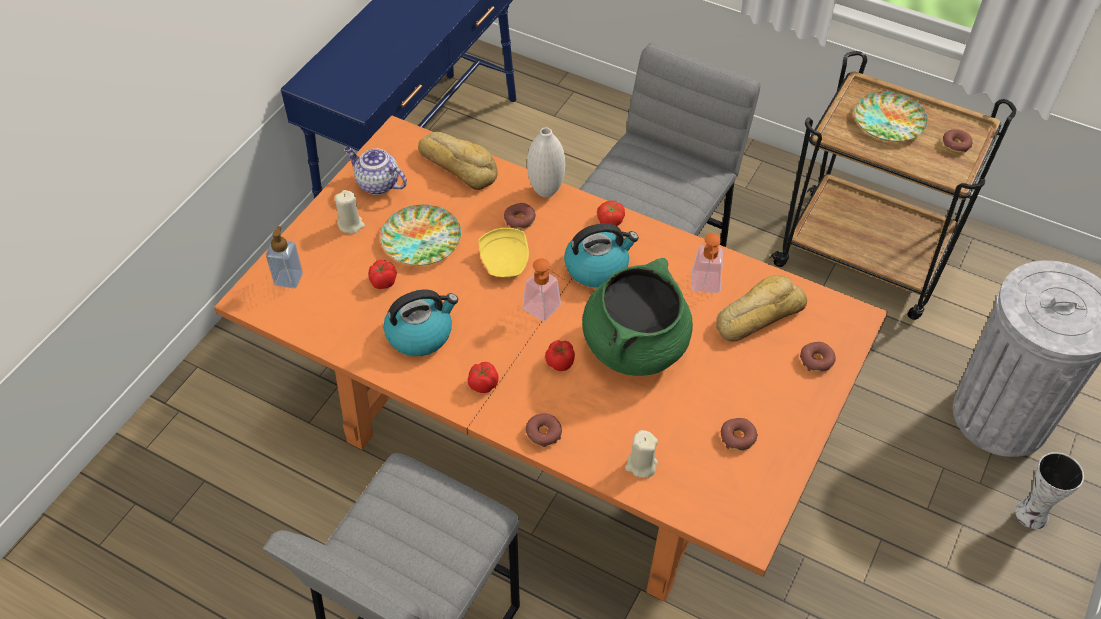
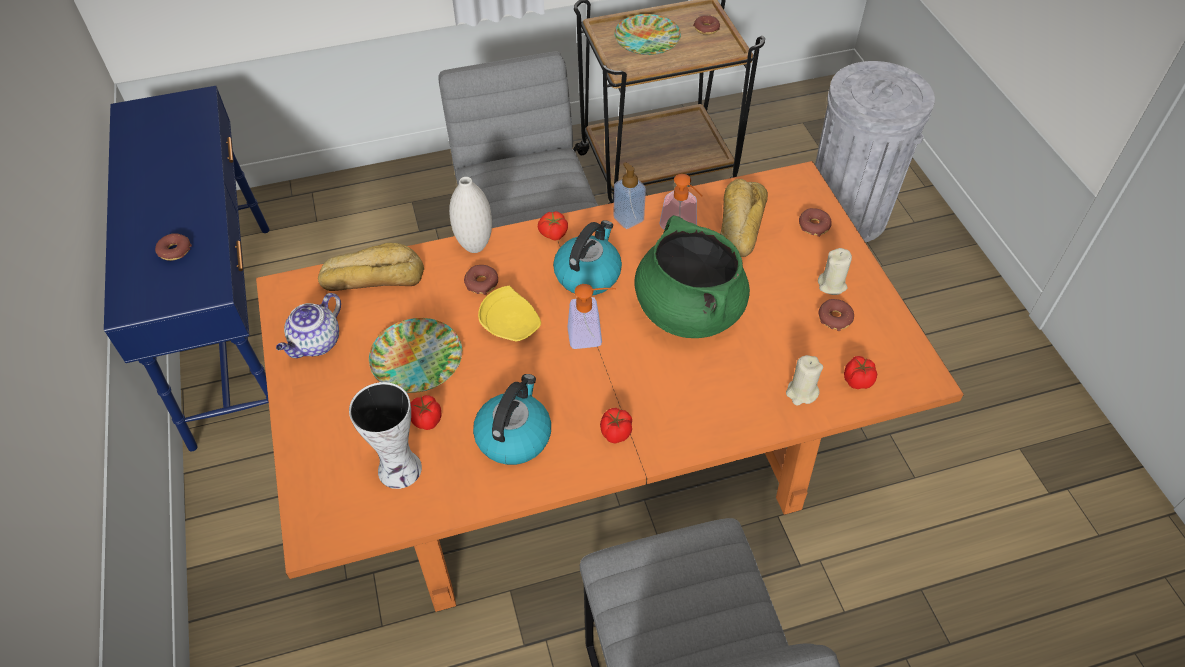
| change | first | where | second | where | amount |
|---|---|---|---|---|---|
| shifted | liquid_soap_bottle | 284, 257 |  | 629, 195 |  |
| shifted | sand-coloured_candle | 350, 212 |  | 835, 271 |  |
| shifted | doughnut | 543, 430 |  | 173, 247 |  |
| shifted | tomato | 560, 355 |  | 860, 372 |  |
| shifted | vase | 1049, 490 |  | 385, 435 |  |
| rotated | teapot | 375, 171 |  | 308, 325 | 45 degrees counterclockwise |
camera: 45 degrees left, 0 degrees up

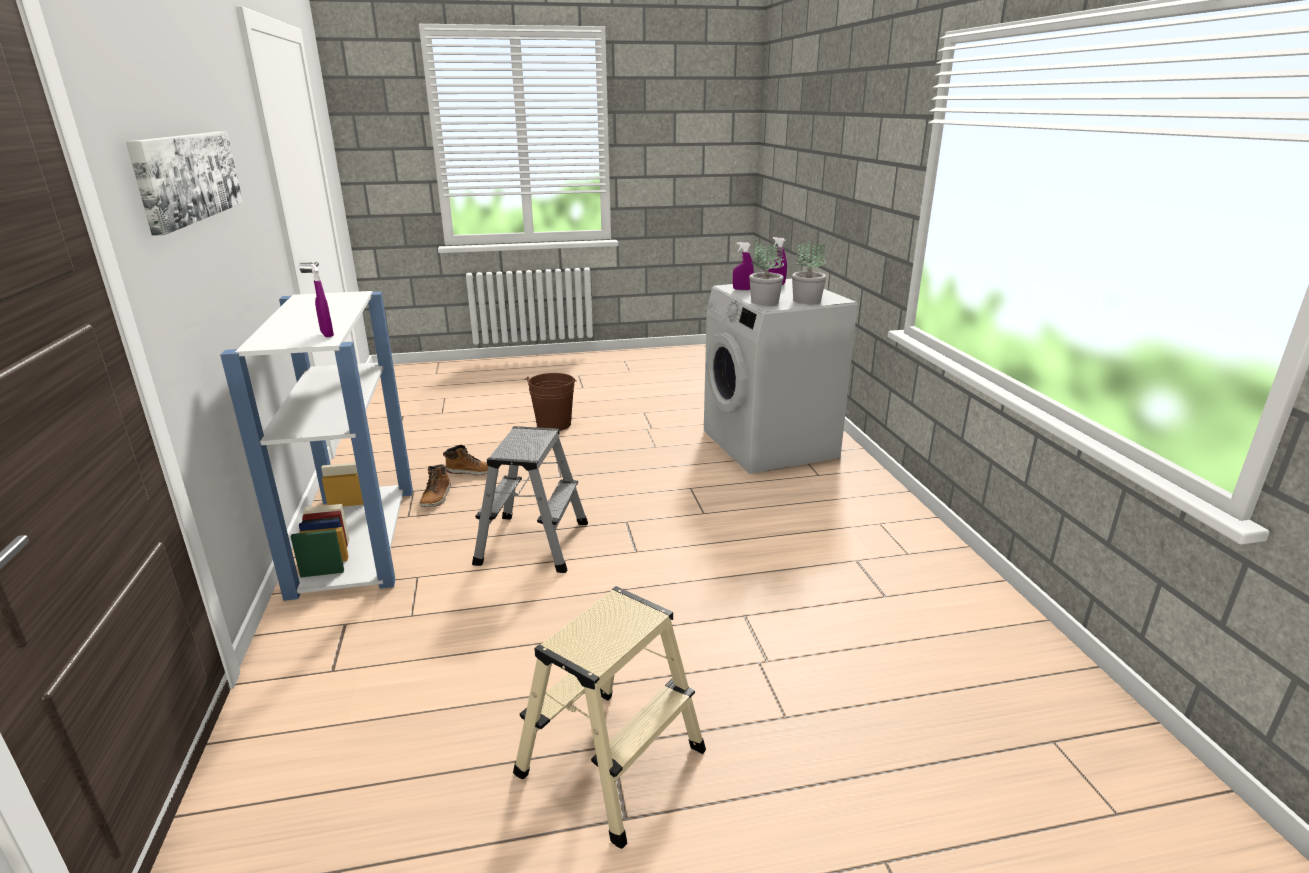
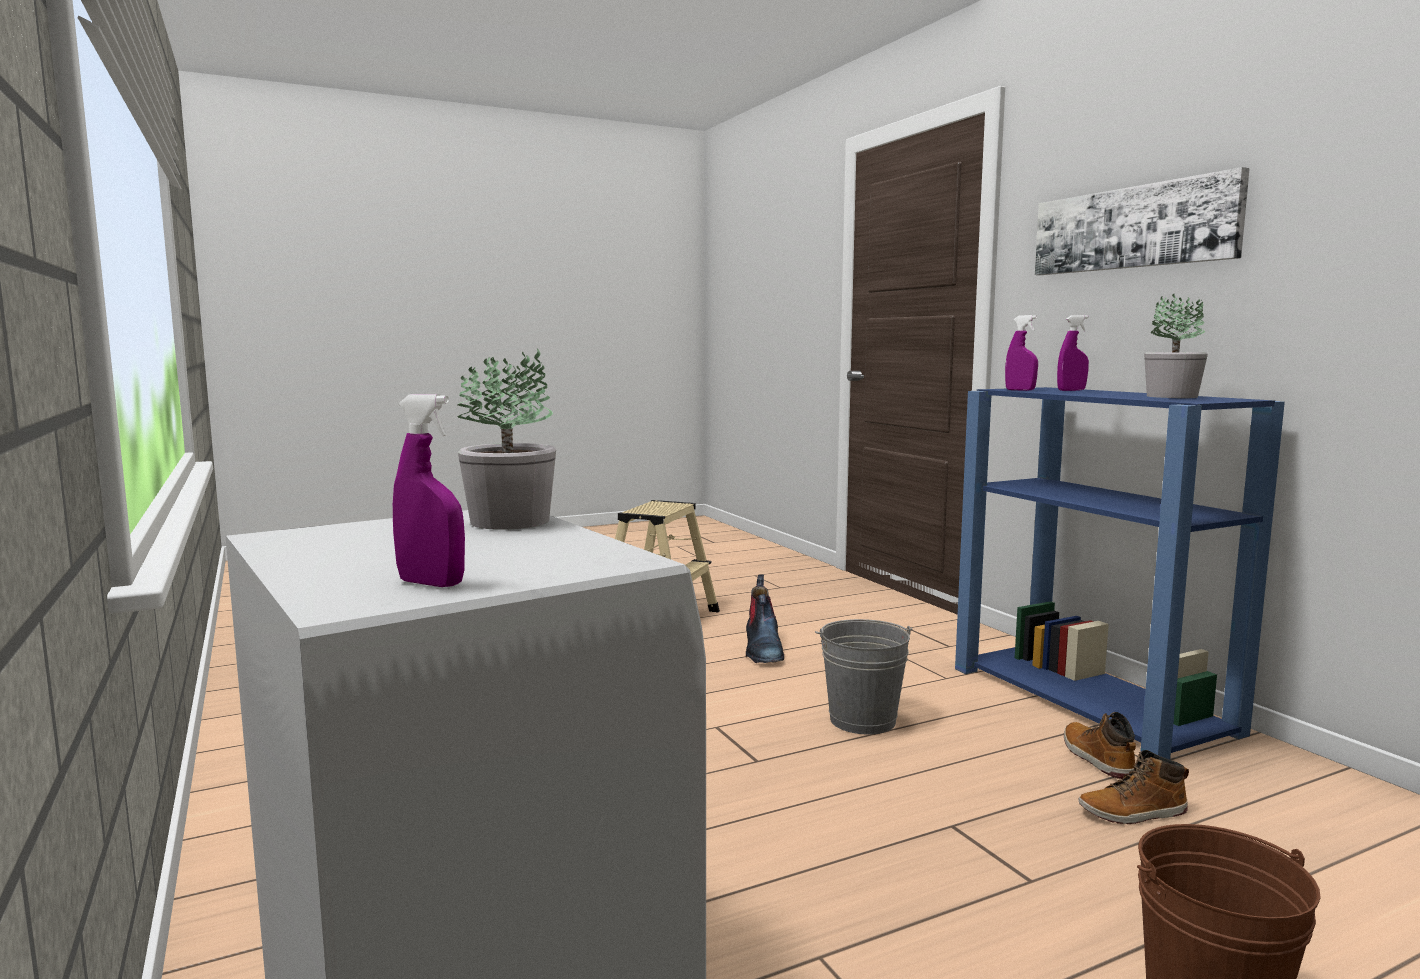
| change | first | where | second | where | amount |
|---|---|---|---|---|---|
| new |  |  | high-top_boot | 765, 618 |  |
| shifted | purple-coloured_sprayer | 743, 266 |  | 1073, 353 |  |
| shifted | plant_in_a_pot | 809, 272 |  | 1176, 346 |  |
| swapped | gray_step_stool | 530, 499 | gray_bucket | 863, 676 |  |
| repainted | whitish_bookshelf | 316, 446 | bluish_bookshelf | 1120, 573 |  |
camera: 165 degrees right, 15 degrees down

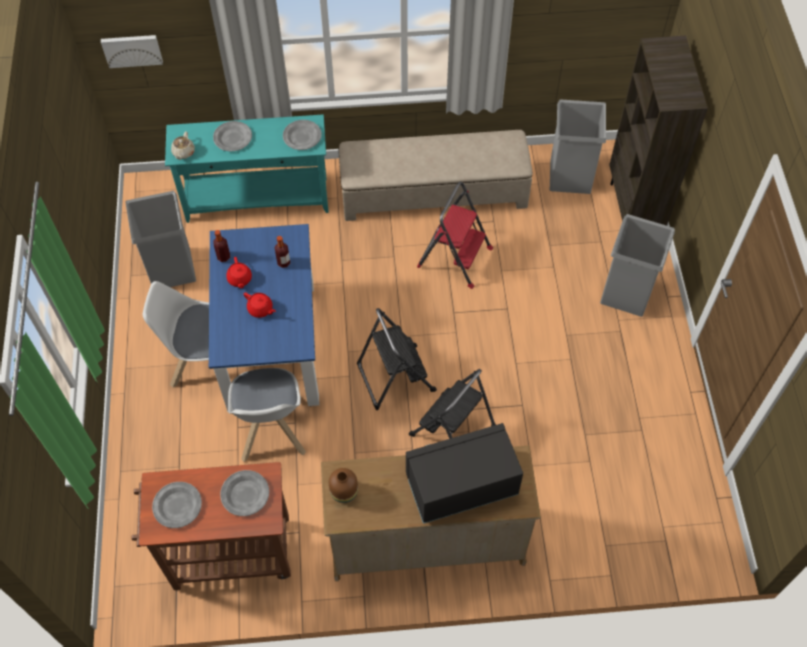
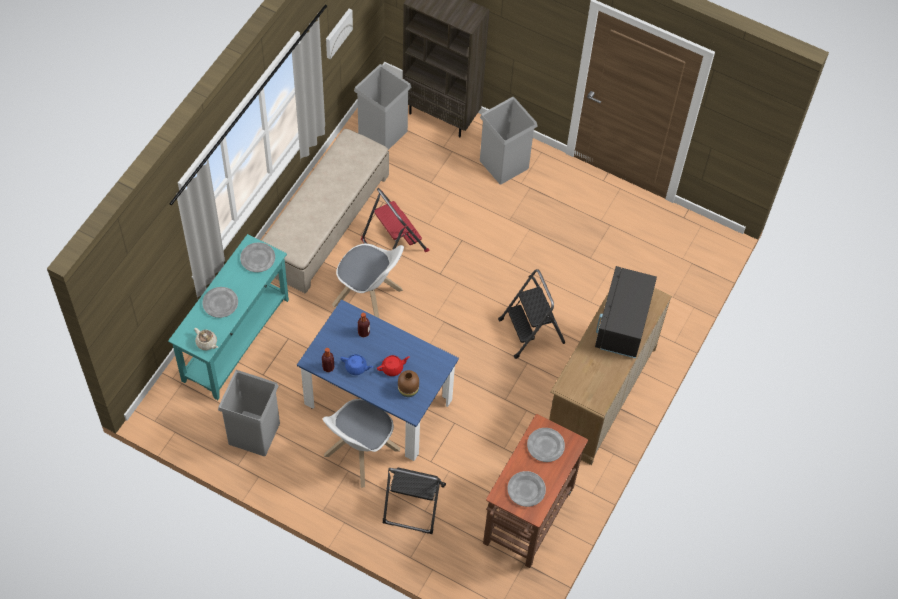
| change | first | where | second | where | amount |
|---|---|---|---|---|---|
| shifted | picture | 132, 51 |  | 339, 34 |  |
| shifted | chair | 267, 415 |  | 368, 281 |  |
| shifted | brown-coloured_vase | 343, 485 |  | 408, 383 |  |
| shifted | black_step_stool | 397, 359 |  | 414, 501 |  |
| repainted | red_teapot | 239, 272 | bluish_teapot | 357, 364 |  |
camera: 60 degrees left, 0 degrees up

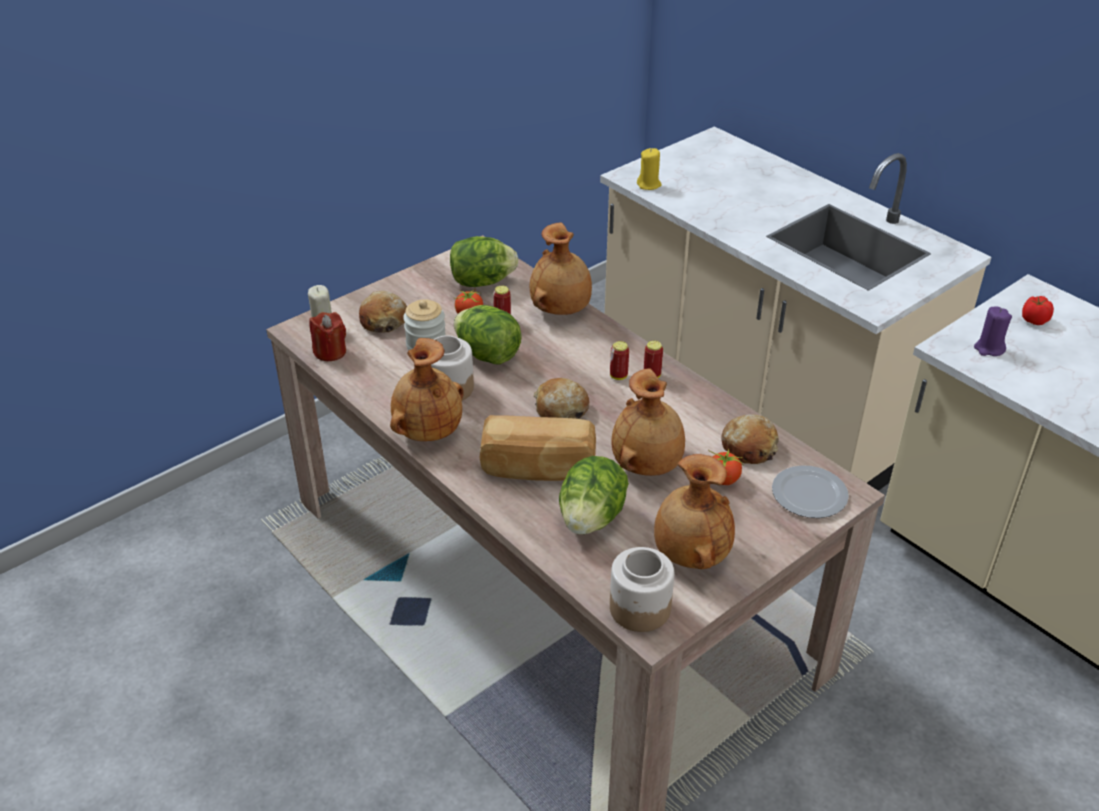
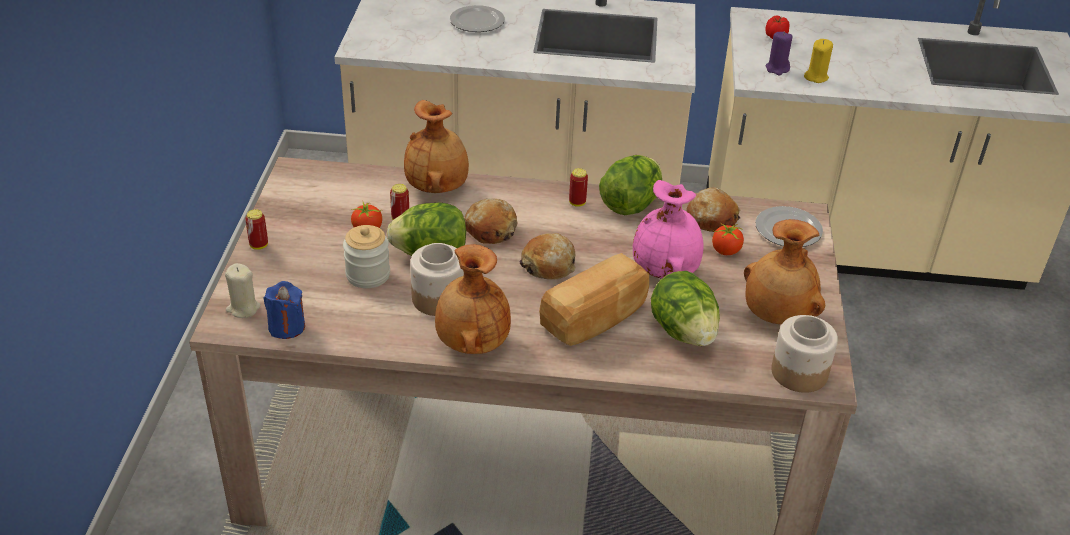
| change | first | where | second | where | amount |
|---|---|---|---|---|---|
| new |  |  | dinner_plate | 477, 18 |  |
| shifted | baked_bread | 383, 312 |  | 491, 221 |  |
| shifted | head_of_lettuce | 484, 261 |  | 630, 185 |  |
| shifted | can | 619, 360 |  | 256, 229 |  |
| shifted | yellow-coloured_candle | 649, 169 |  | 818, 61 |  |
| repainted | red_candle | 327, 336 | bluish_candle | 284, 310 |  |
| repainted | brown-coloured_vase | 648, 422 | pink_vase | 668, 229 |  |
camera: 45 degrees left, 0 degrees up

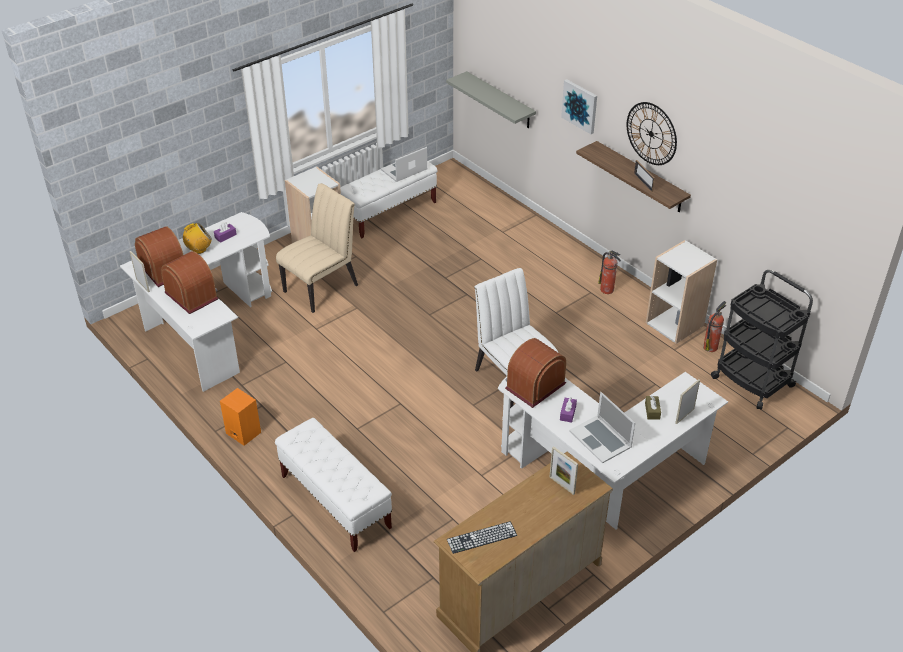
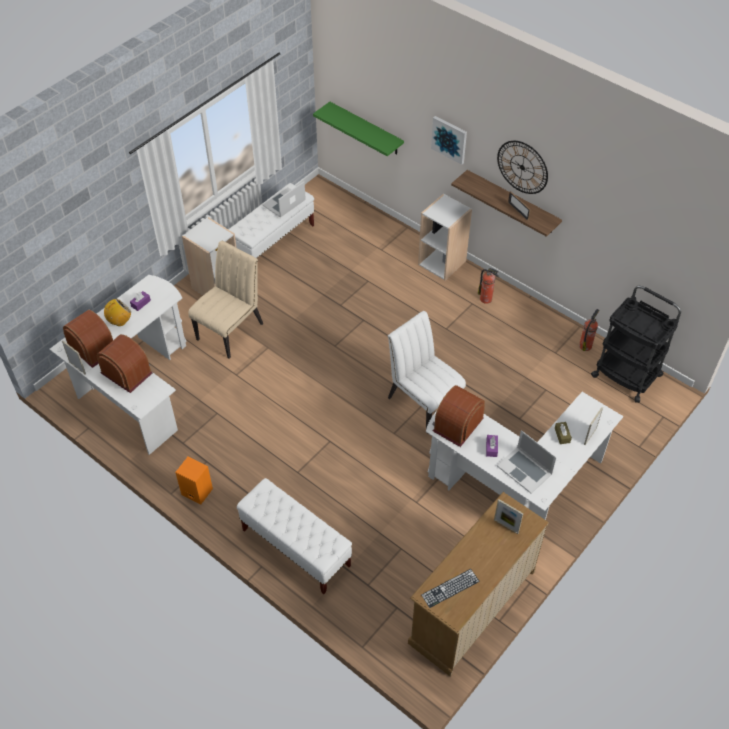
| change | first | where | second | where | amount |
|---|---|---|---|---|---|
| shifted | bookshelf | 681, 292 |  | 445, 237 |  |
| repainted | gray_shelf | 491, 99 | green-coloured_shelf | 358, 129 |  |
camera: 10 degrees left, 10 degrees up

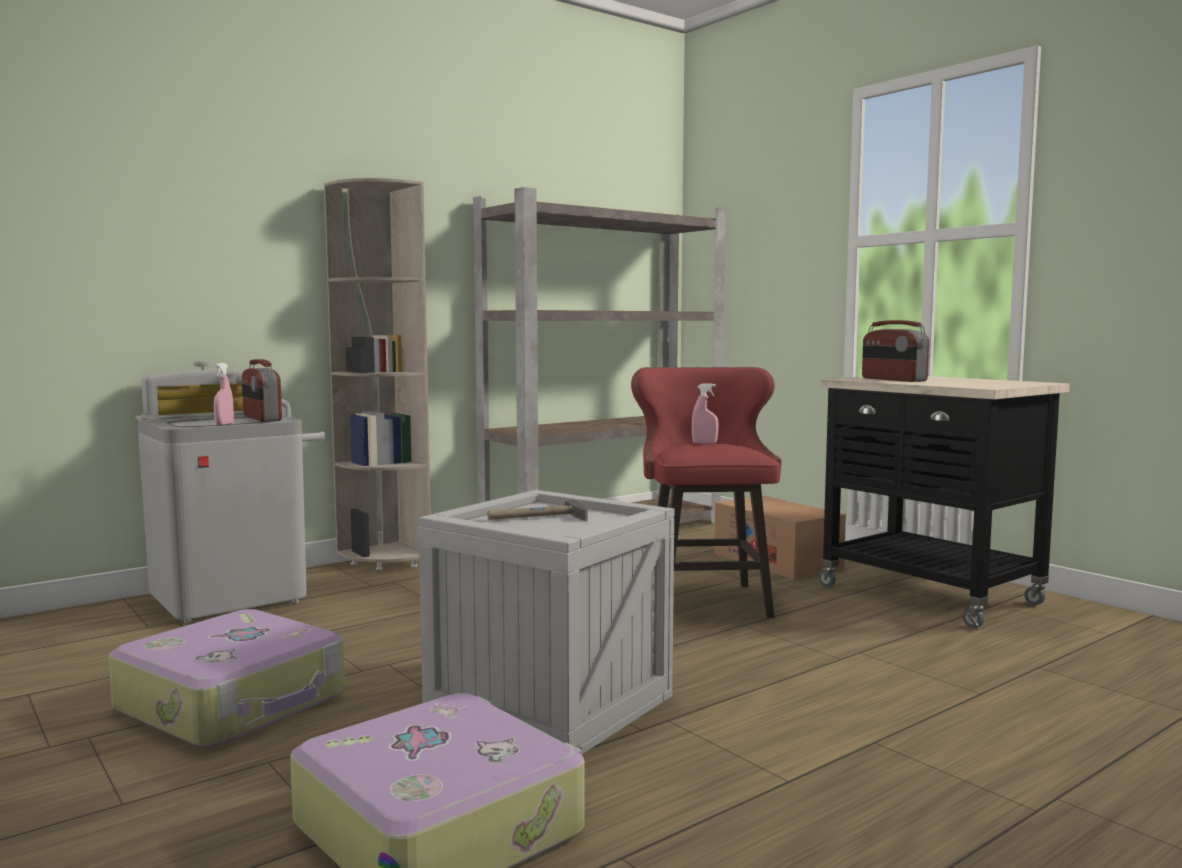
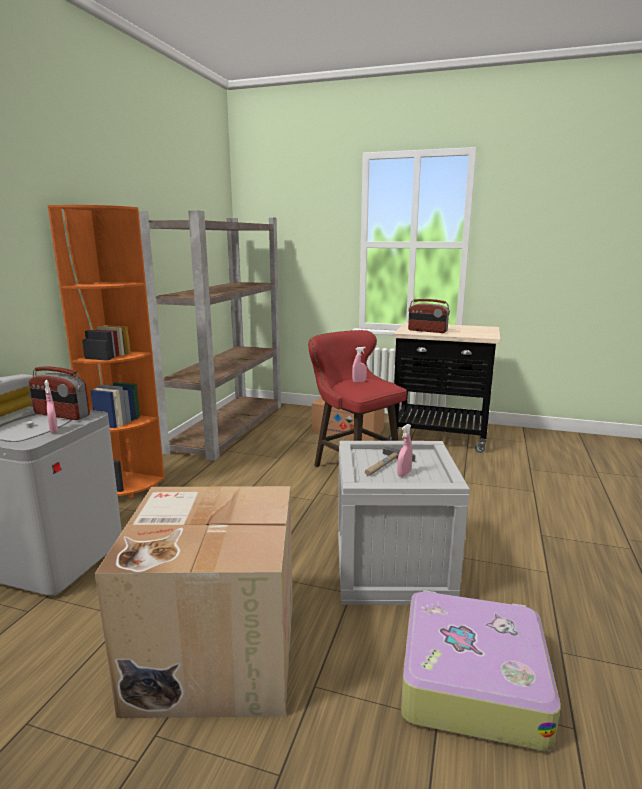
| change | first | where | second | where | amount |
|---|---|---|---|---|---|
| new |  |  | pink_sprayer | 404, 450 |  |
| swapped | piece_of_luggage | 227, 678 | cardboard_box | 194, 602 |  |
| repainted | sand-coloured_bookshelf | 377, 374 | orangey_bookshelf | 106, 351 |  |
camera: 35 degrees left, 10 degrees up

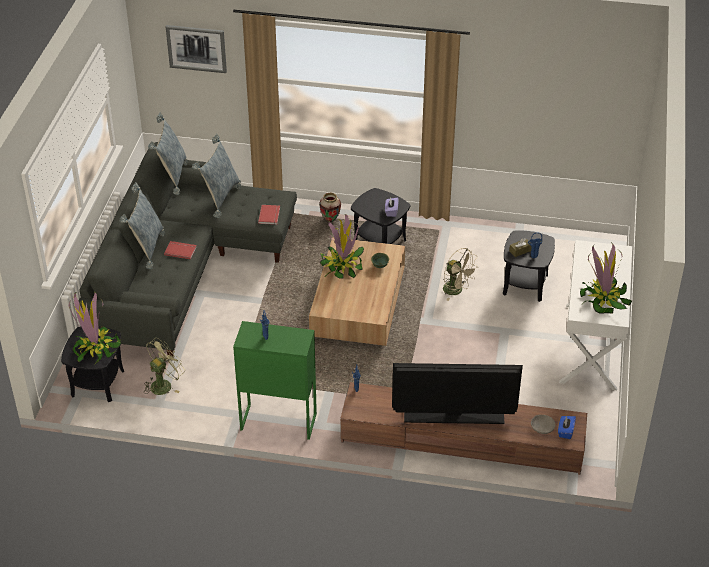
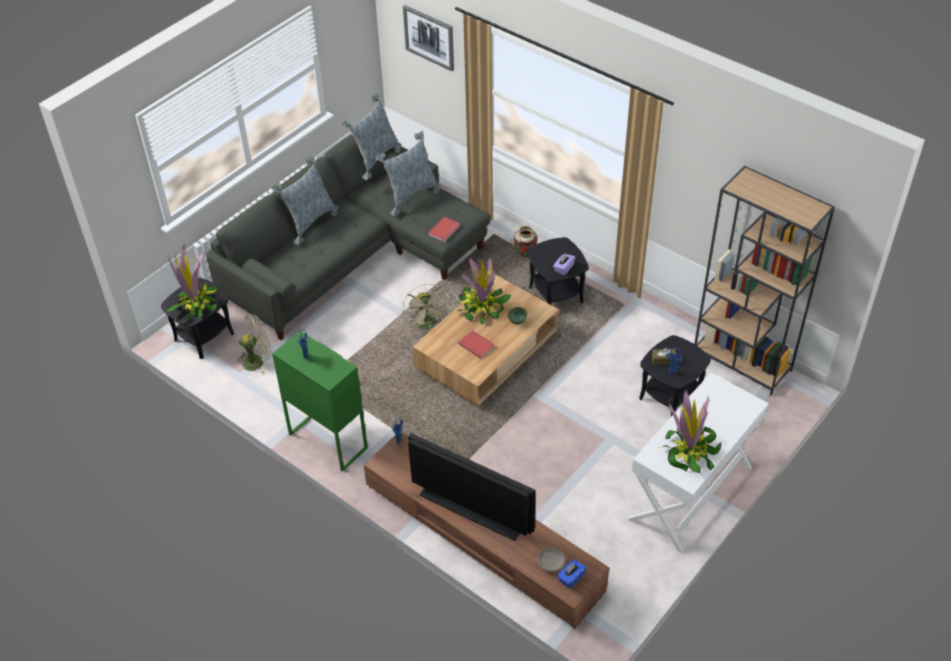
| change | first | where | second | where | amount |
|---|---|---|---|---|---|
| new |  |  | bookshelf | 764, 281 |  |
| shifted | red_book | 180, 250 |  | 476, 344 |  |
| shifted | sand-coloured_fan | 461, 274 |  | 426, 306 |  |
camera: 30 degrees right, 5 degrees up

